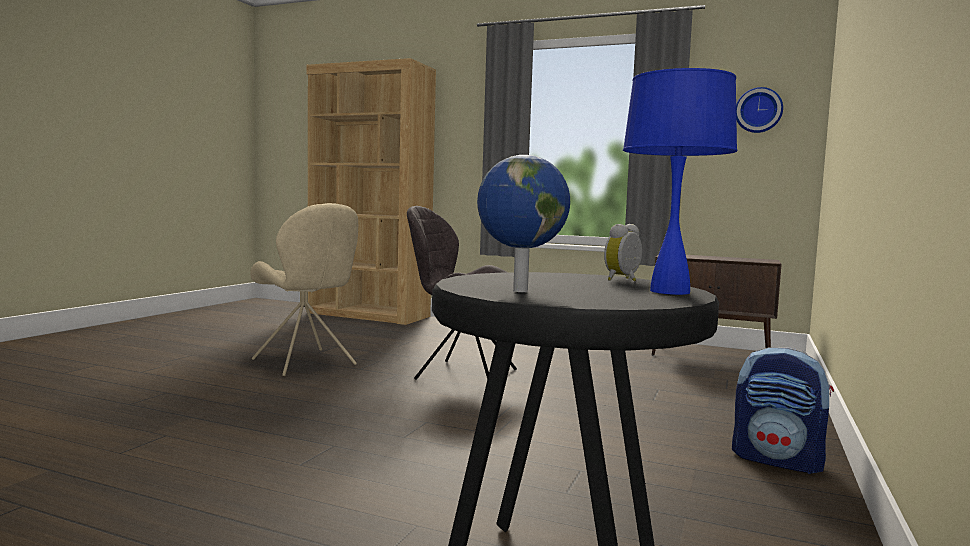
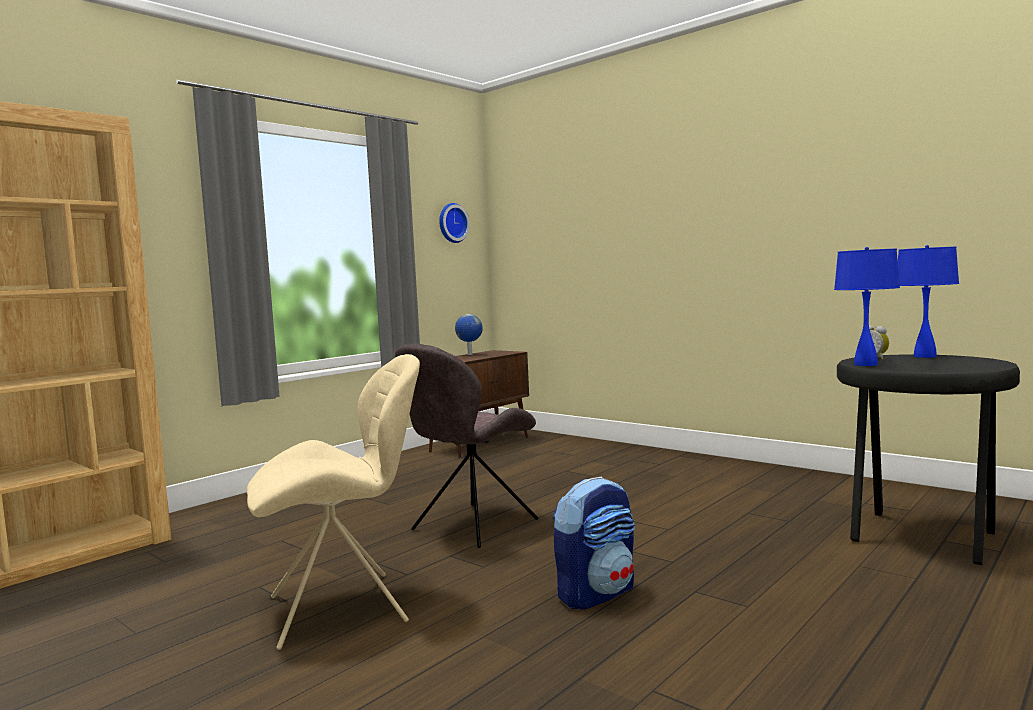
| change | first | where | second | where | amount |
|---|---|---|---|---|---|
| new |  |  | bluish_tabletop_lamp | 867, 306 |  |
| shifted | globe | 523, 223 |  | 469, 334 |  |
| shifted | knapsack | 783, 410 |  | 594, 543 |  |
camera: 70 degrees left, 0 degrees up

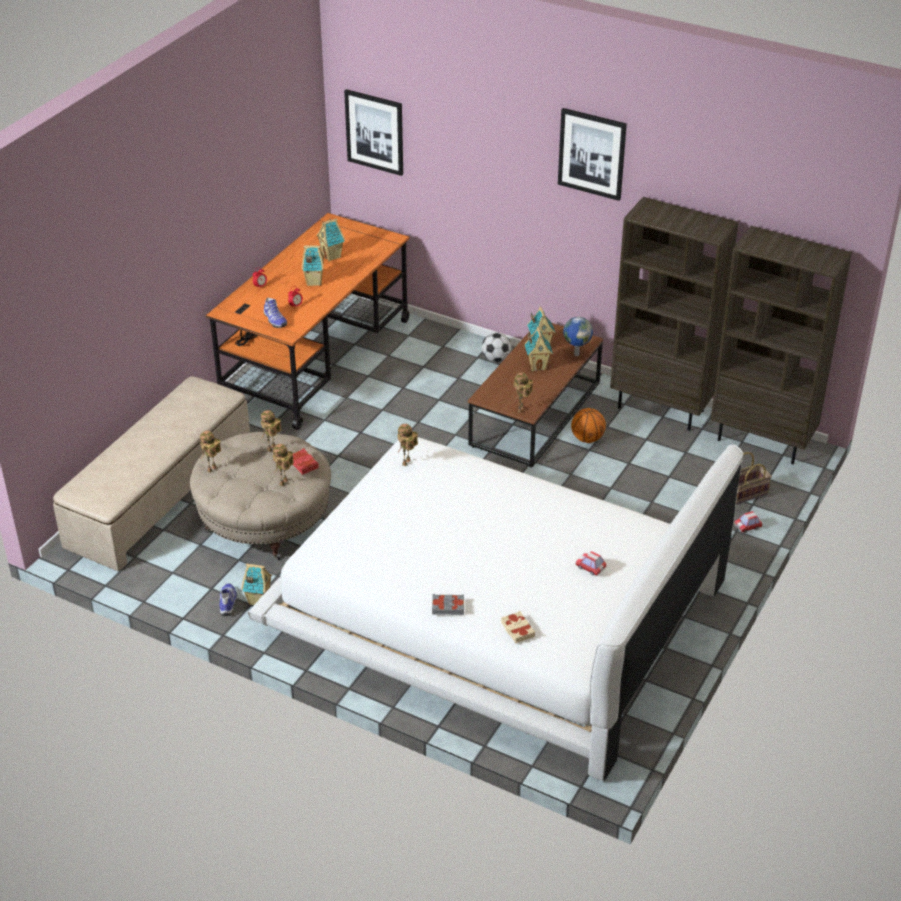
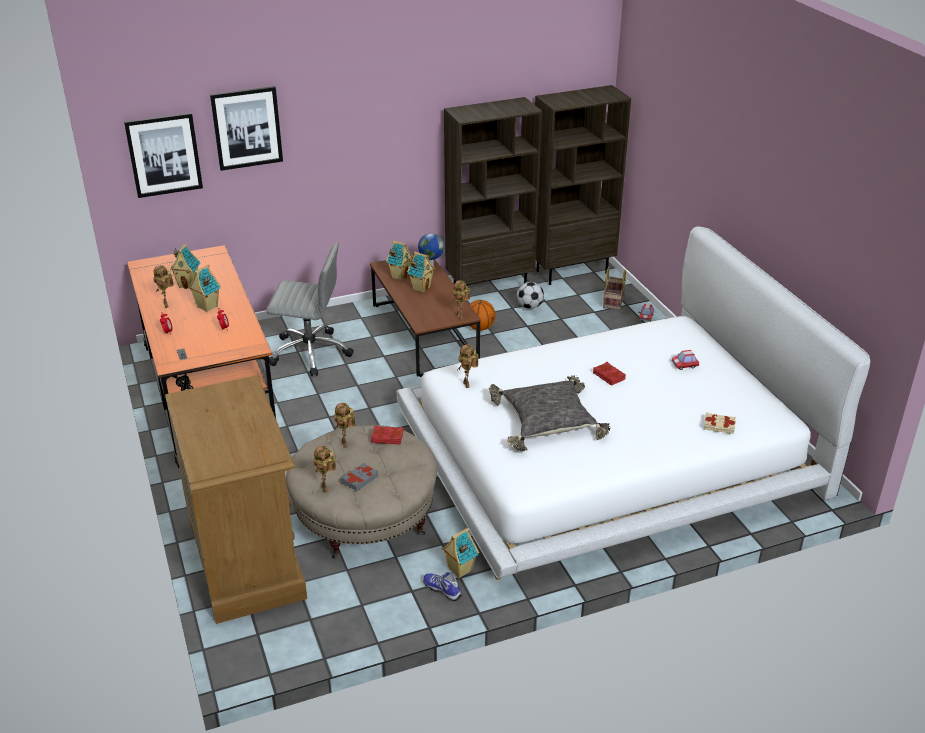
| change | first | where | second | where | amount |
|---|---|---|---|---|---|
| gone | shoe | 275, 313 |  |  |  |
| new |  |  | gray_desk_chair | 310, 309 |  |
| new |  |  | cushion | 549, 413 |  |
| new |  |  | red_book | 609, 374 |  |
| shifted | toy_robot | 283, 465 |  | 163, 286 |  |
| shifted | gray_book | 448, 604 |  | 360, 477 |  |
| shifted | football | 497, 347 |  | 530, 295 |  |
| shifted | picture | 592, 154 |  | 246, 128 |  |
| swapped | sand-coloured_indoor_bench | 151, 473 | brown-coloured_dresser | 236, 499 |  |
camera: 50 degrees left, 5 degrees down

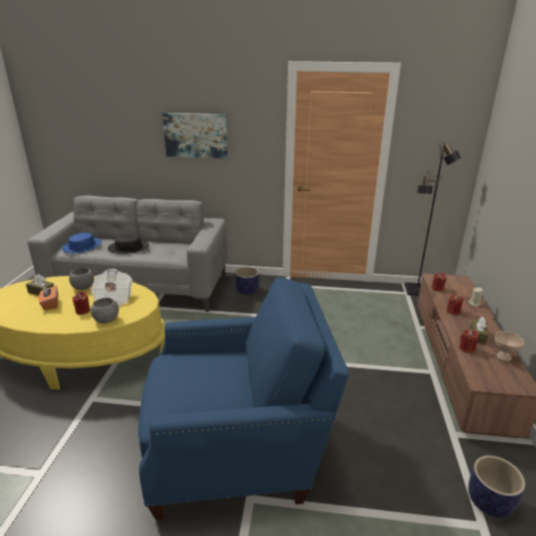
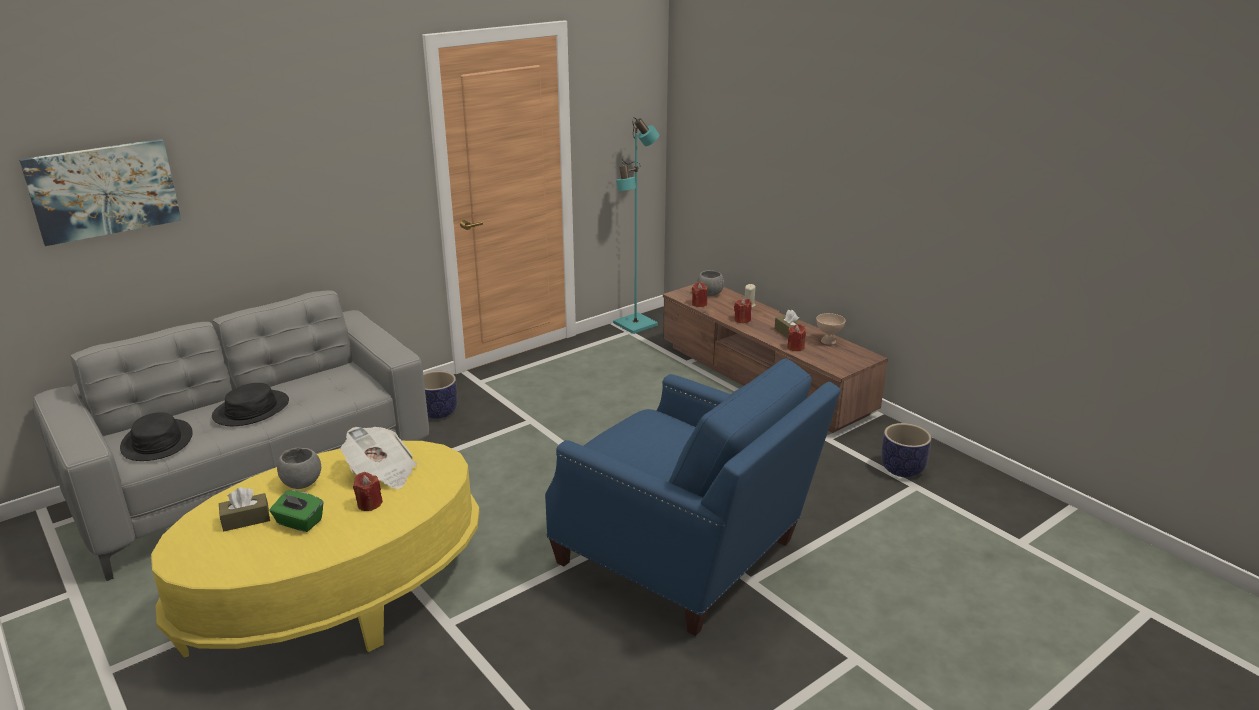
| change | first | where | second | where | amount |
|---|---|---|---|---|---|
| shifted | gray_bowl | 105, 311 |  | 710, 283 |  |
| shifted | picture | 195, 136 |  | 100, 192 |  |
| repainted | orangey_box_of_tissues | 48, 297 | green-coloured_box_of_tissues | 296, 511 |  |
| repainted | bluish_wearable_hat | 82, 243 | black_wearable_hat | 156, 436 |  |
| repainted | black_standing_lamp | 432, 219 | turquoise-coloured_standing_lamp | 636, 225 |  |
| rotated | bluish_lounge_chair | 243, 398 |  | 693, 497 | 90 degrees clockwise |
camera: 45 degrees left, 0 degrees up

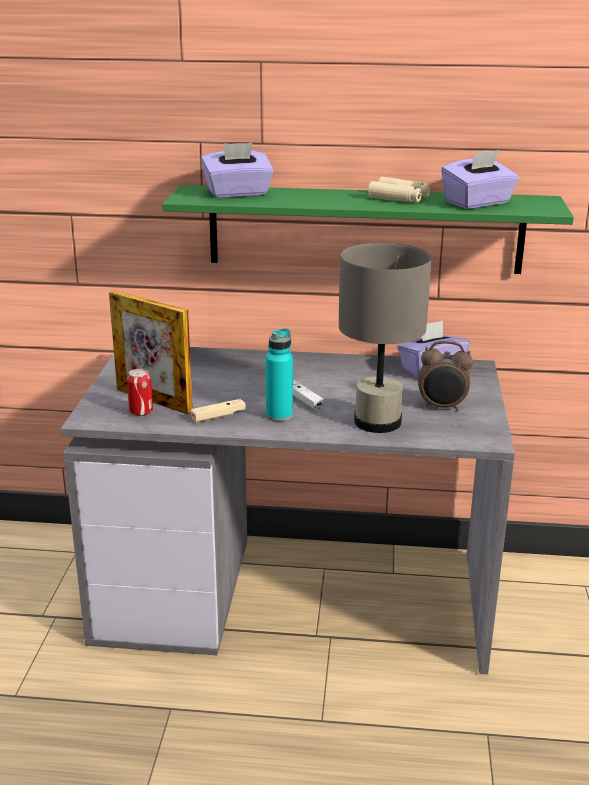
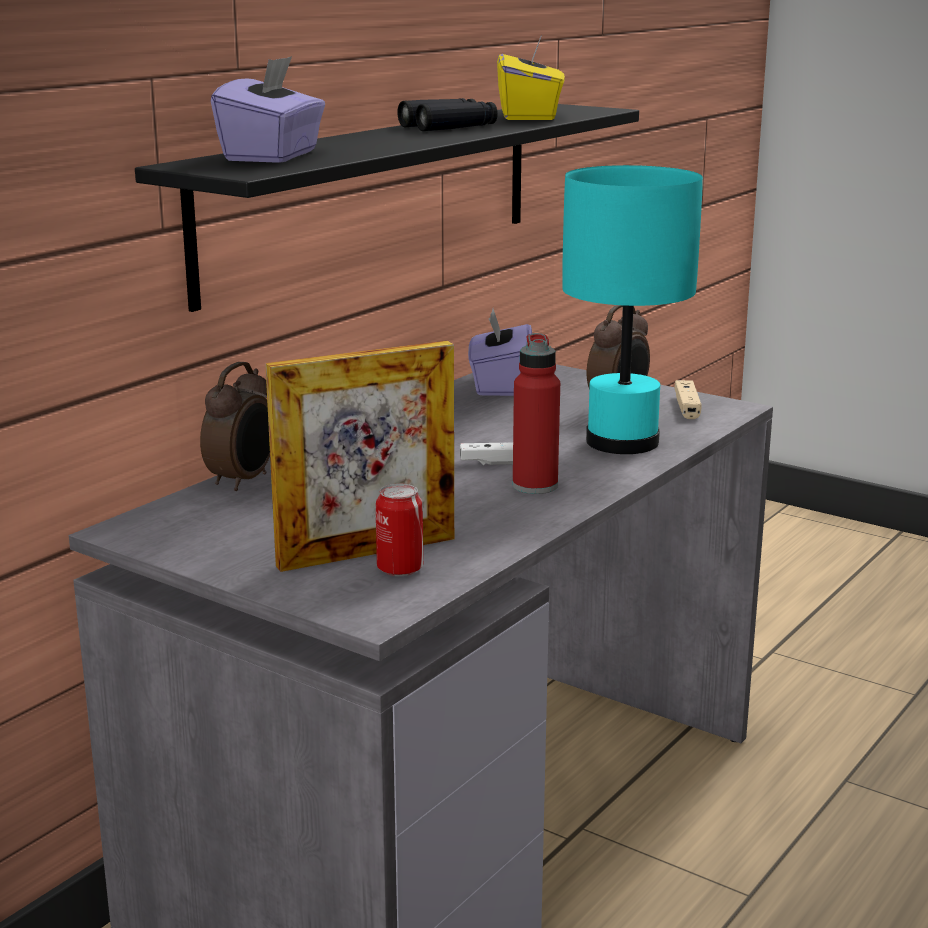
| change | first | where | second | where | amount |
|---|---|---|---|---|---|
| new |  |  | bedside_clock | 235, 426 |  |
| shifted | sand-coloured_gamepad | 218, 411 |  | 687, 399 |  |
| repainted | green-coloured_shelf | 368, 229 | black_shelf | 387, 208 |  |
| repainted | turquoise-coloured_drink_bottle | 279, 375 | red_drink_bottle | 536, 413 |  |
| repainted | gray_tabletop_lamp | 385, 338 | turquoise-coloured_tabletop_lamp | 632, 309 |  |
| repainted | sand-coloured_field_glasses | 399, 190 | black_field_glasses | 447, 114 |  |
| repainted | purple-coloured_box_of_tissues | 480, 179 | yellow-coloured_box_of_tissues | 531, 77 |  |
camera: 60 degrees left, 5 degrees down

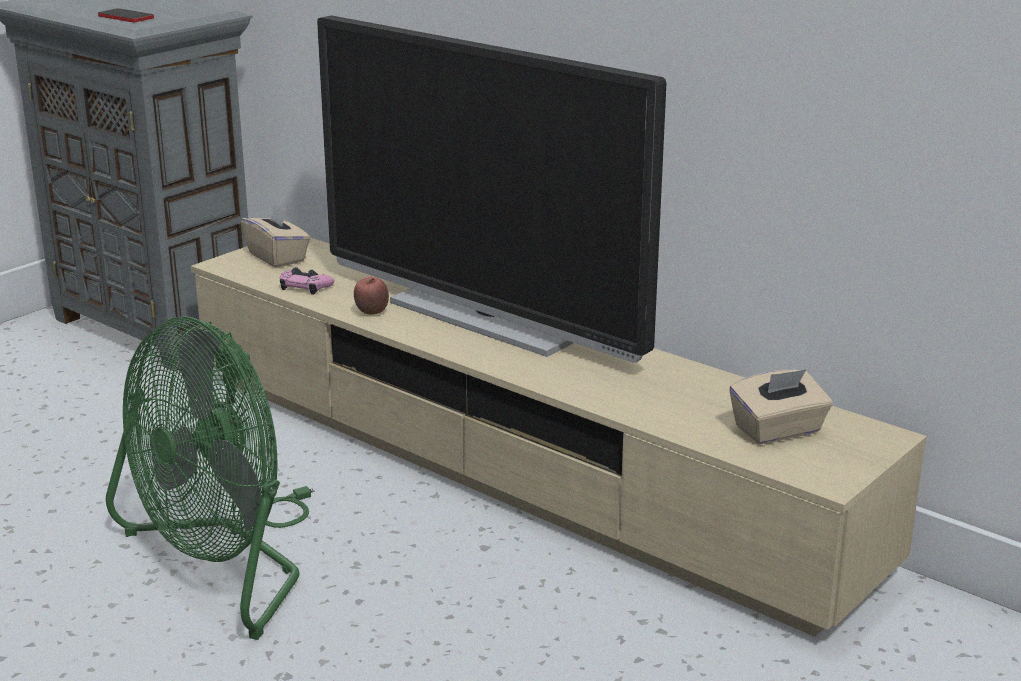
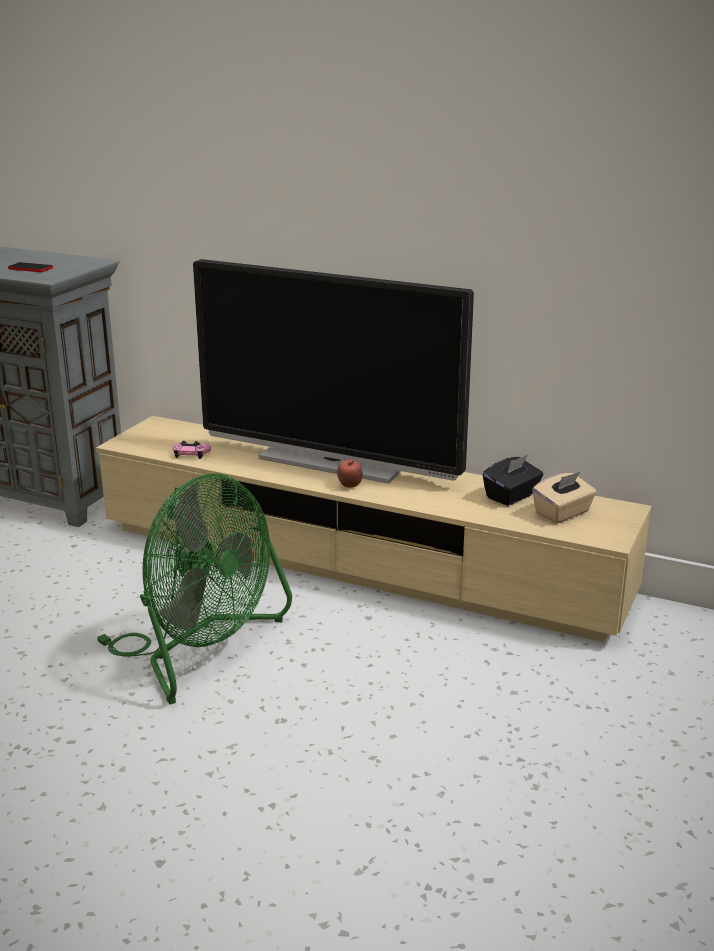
| change | first | where | second | where | amount |
|---|---|---|---|---|---|
| gone | sand-coloured_box_of_tissues | 275, 235 |  |  |  |
| new |  |  | black_box_of_tissues | 513, 480 |  |
| shifted | apple | 371, 295 |  | 349, 474 |  |
| rotated | green-coloured_fan | 210, 478 |  | 194, 589 | 90 degrees counterclockwise |
camera: 15 degrees left, 0 degrees up

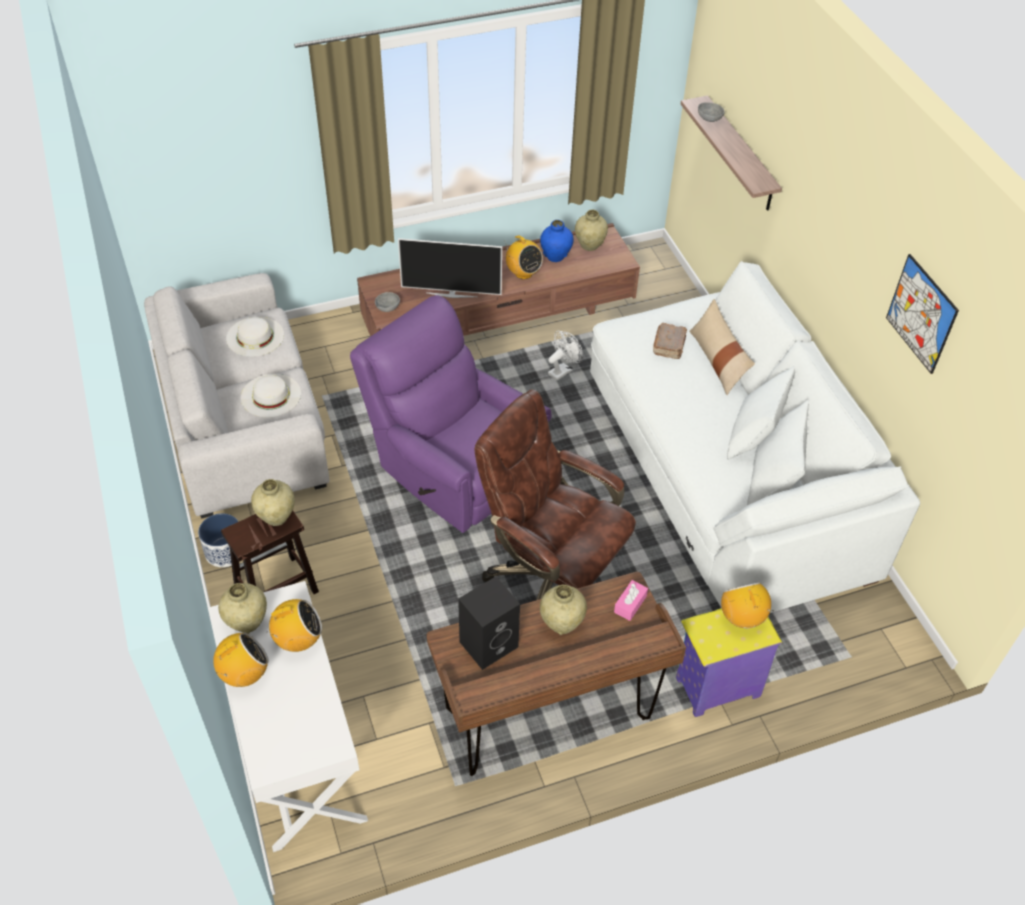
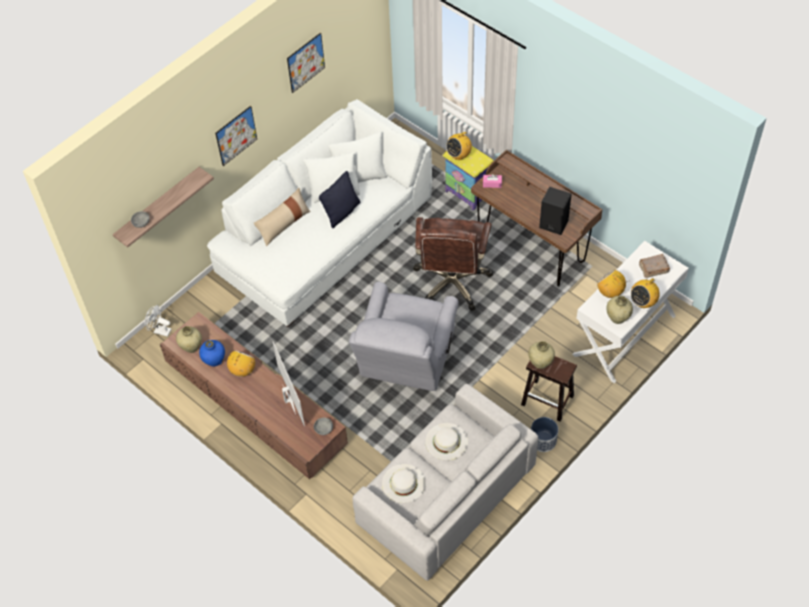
| change | first | where | second | where | amount |
|---|---|---|---|---|---|
| gone | sand-coloured_vase | 563, 610 |  |  |  |
| new |  |  | picture | 236, 136 |  |
| new |  |  | black_cushion | 339, 199 |  |
| shifted | whitish_fan | 565, 356 |  | 158, 321 |  |
| shifted | brown-coloured_book | 670, 341 |  | 654, 266 |  |
| repainted | purple-coloured_lounge_chair | 451, 414 | gray_lounge_chair | 404, 336 |  |
| rotated | radio | 241, 659 |  | 645, 293 | 75 degrees counterclockwise |
camera: 115 degrees left, 5 degrees up

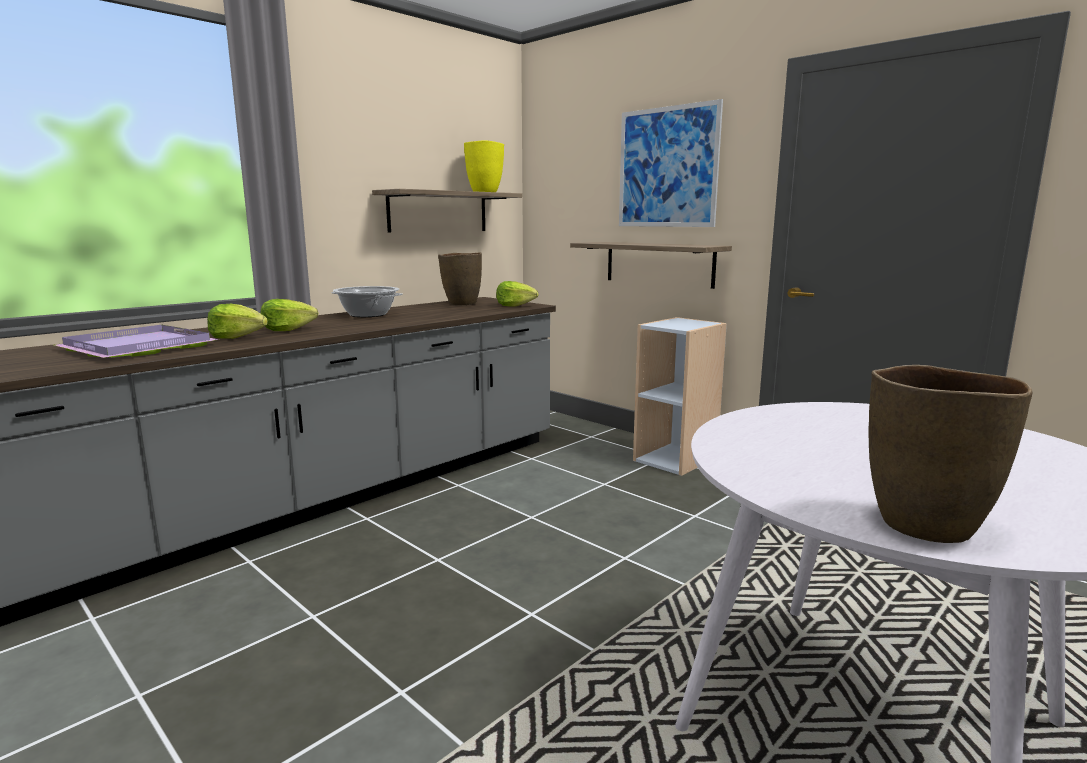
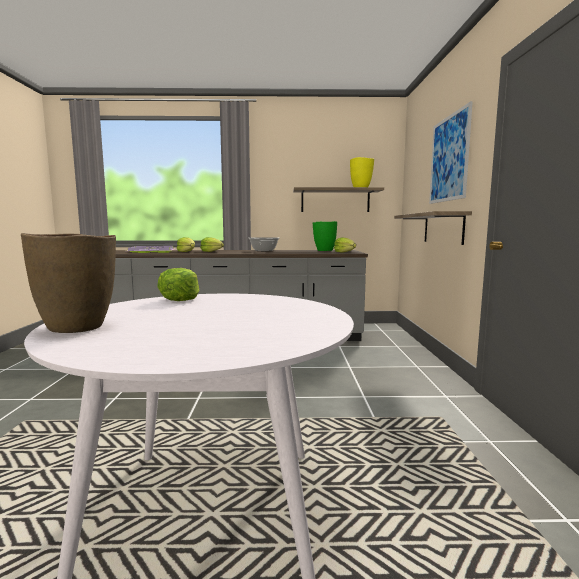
| change | first | where | second | where | amount |
|---|---|---|---|---|---|
| gone | bookshelf | 680, 396 |  |  |  |
| new |  |  | head_of_lettuce | 178, 284 |  |
| repainted | brown-coloured_vase | 460, 278 | green-coloured_vase | 325, 236 |  |
camera: 45 degrees right, 5 degrees down

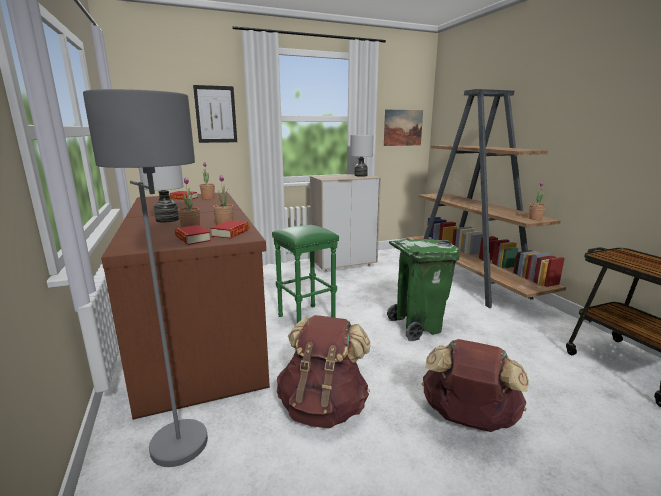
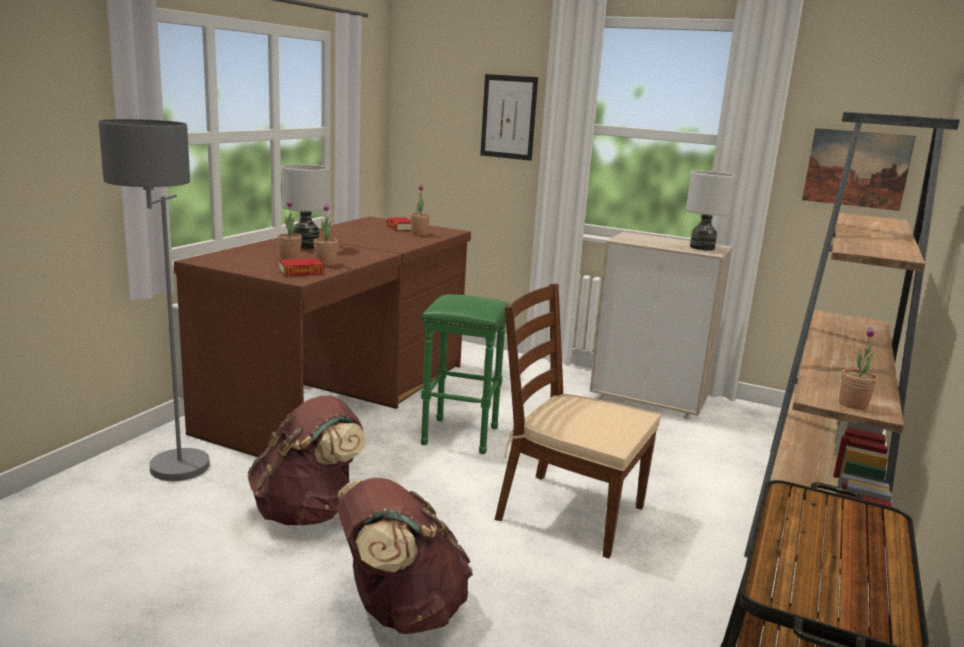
| change | first | where | second | where | amount |
|---|---|---|---|---|---|
| gone | book | 193, 235 |  |  |  |
| swapped | green-coloured_rubbish_bin | 423, 290 | brown-coloured_chair | 578, 421 |  |
camera: 45 degrees right, 0 degrees up

